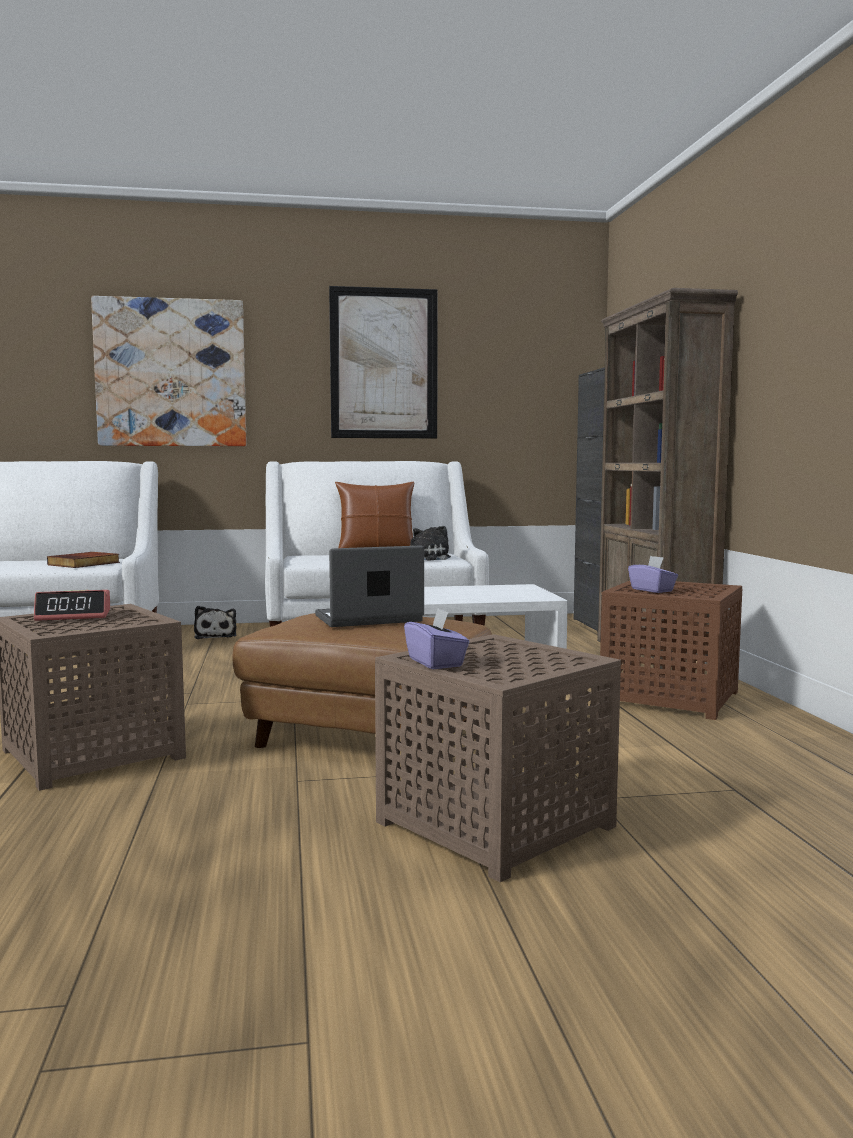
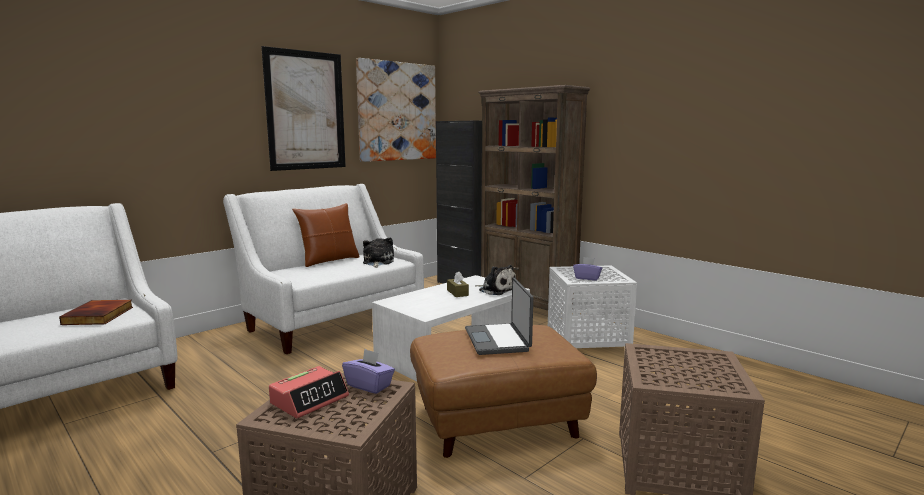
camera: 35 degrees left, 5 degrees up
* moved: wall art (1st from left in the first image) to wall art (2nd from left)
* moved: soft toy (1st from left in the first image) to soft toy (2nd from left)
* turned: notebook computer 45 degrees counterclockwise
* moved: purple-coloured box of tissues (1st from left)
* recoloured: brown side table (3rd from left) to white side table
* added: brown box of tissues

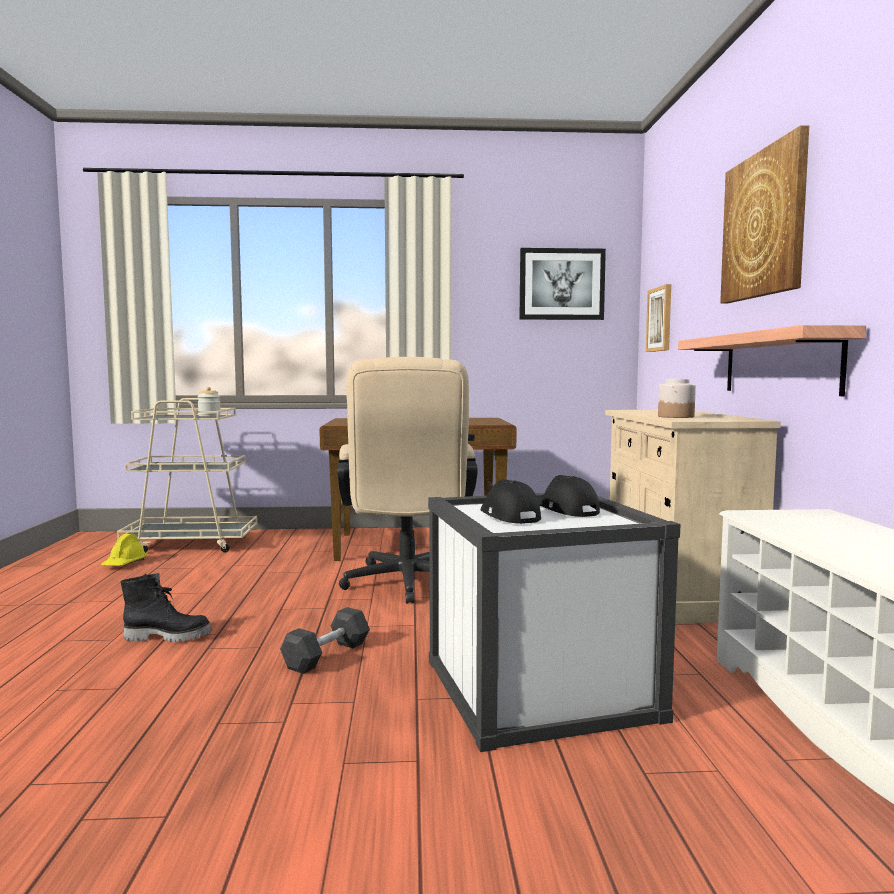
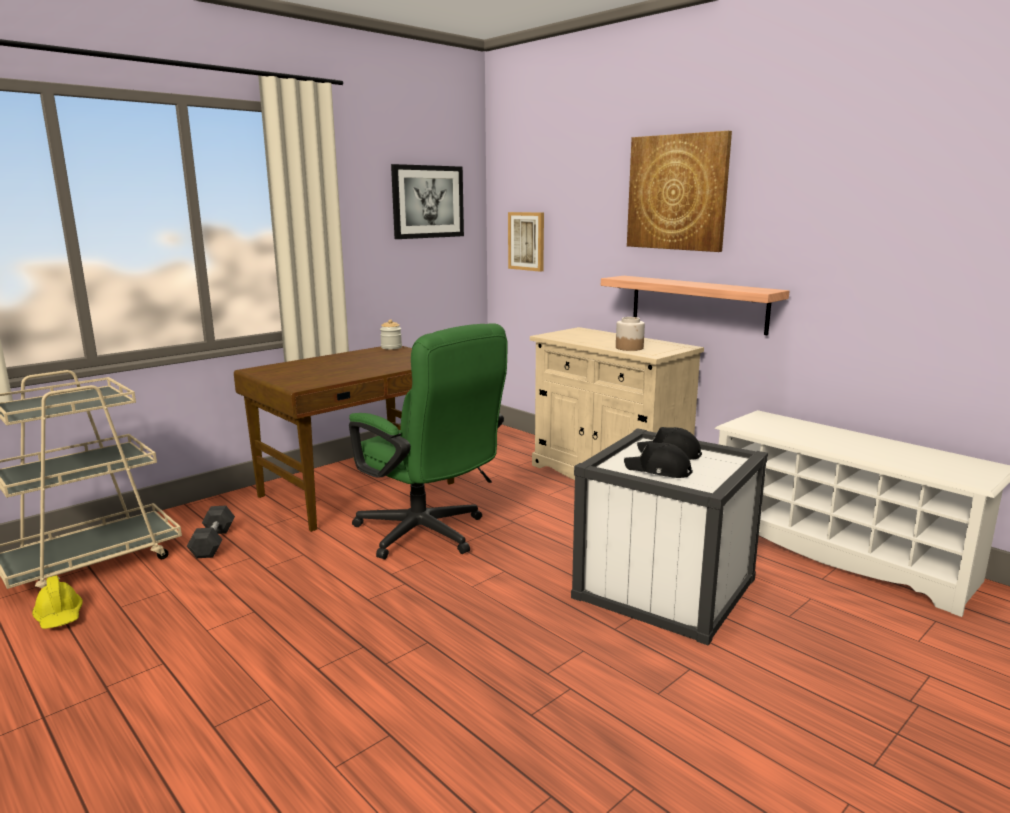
camera: 40 degrees left, 10 degrees up
* removed: black boot
* moved: preserve jar (1st from left)
* moved: black free weight
* recoloured: beige-coloured desk chair to green-coloured desk chair

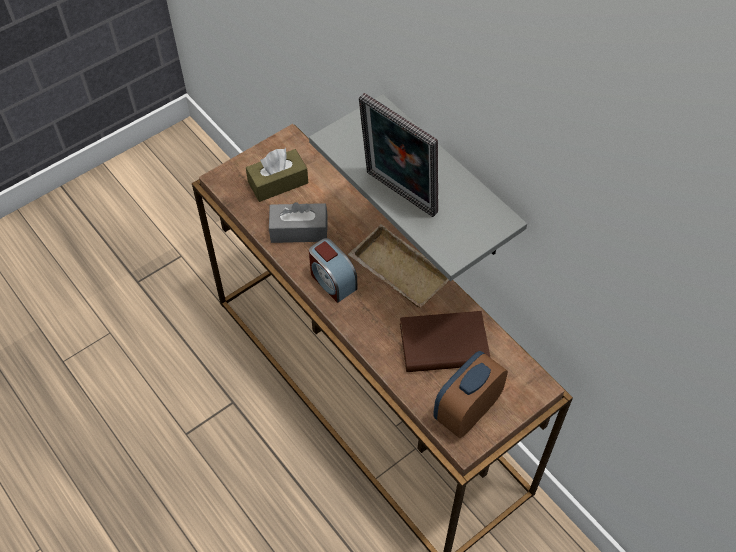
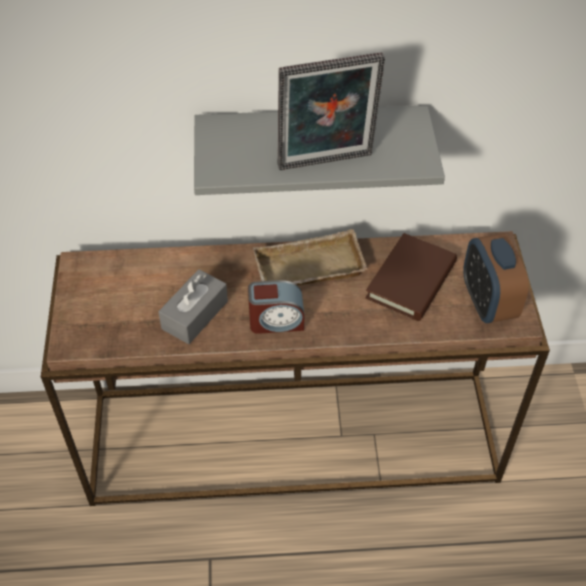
camera: 55 degrees left, 5 degrees down
* removed: brown box of tissues

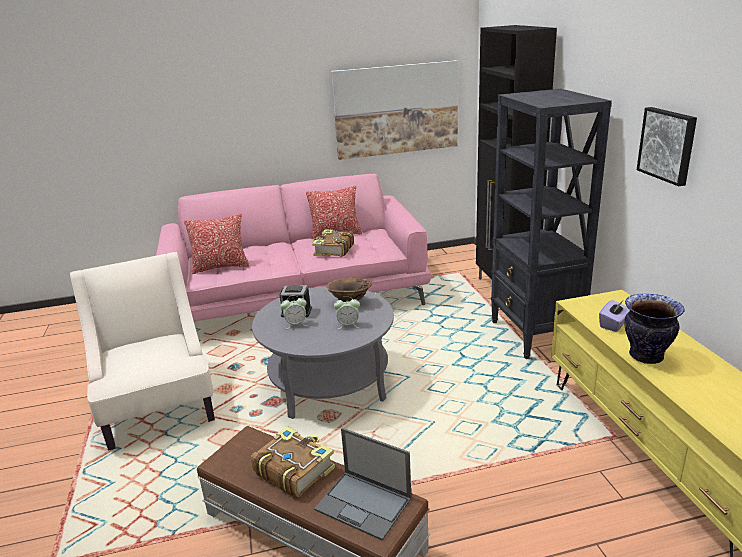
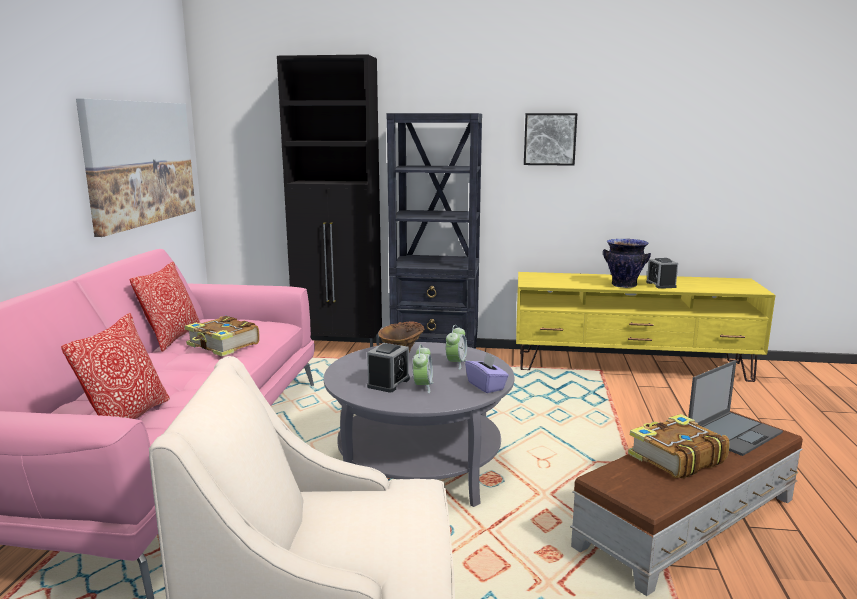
camera: 70 degrees left, 10 degrees down
* moved: purple-coloured box of tissues
* added: bedside clock (4th from left)

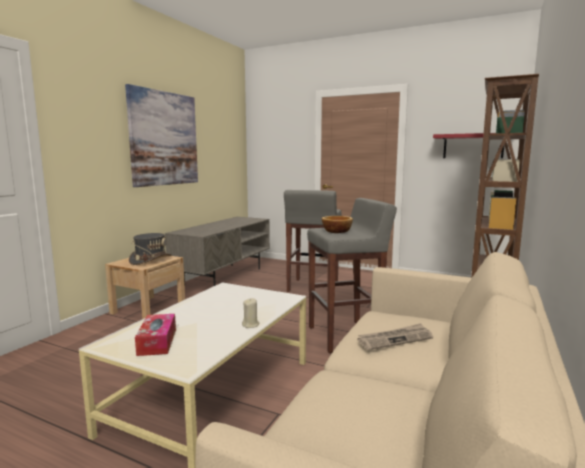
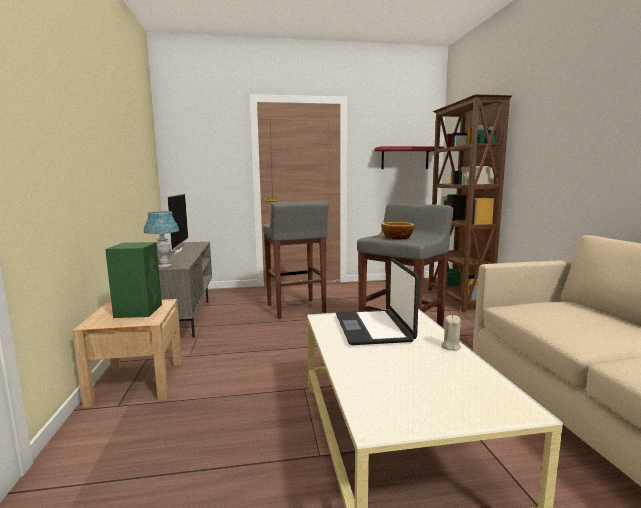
camera: 35 degrees left, 0 degrees up
* removed: wall art
* replaced: grey hat to green-coloured loudspeaker
* removed: box of tissues
* removed: daily paper
* added: blue tabletop lamp
* added: TV
* added: notebook computer

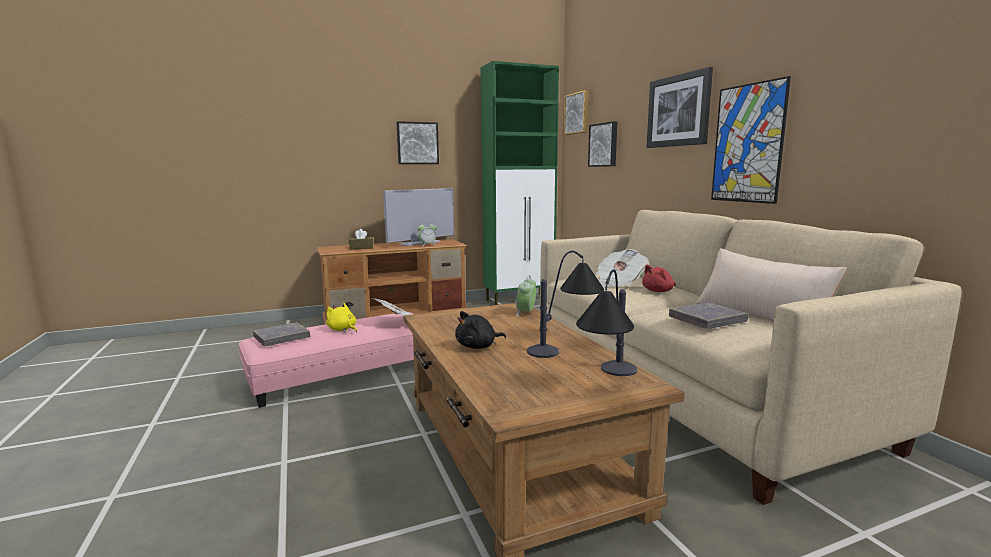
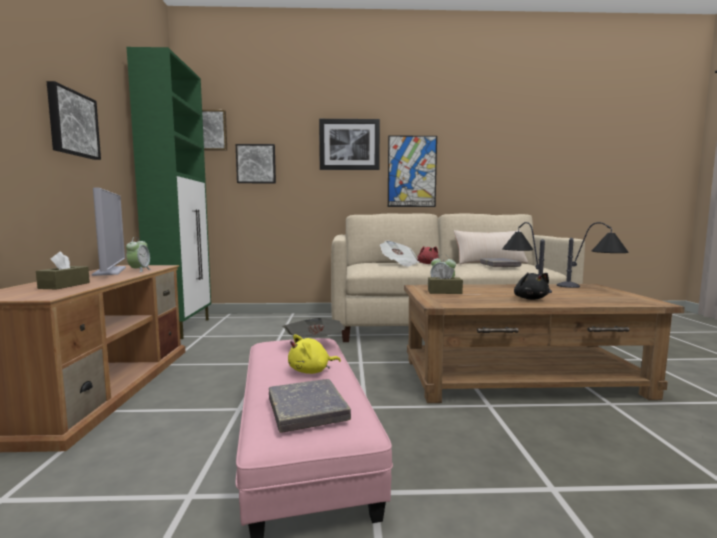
camera: 70 degrees left, 5 degrees down
* added: brown box of tissues (2nd from left)

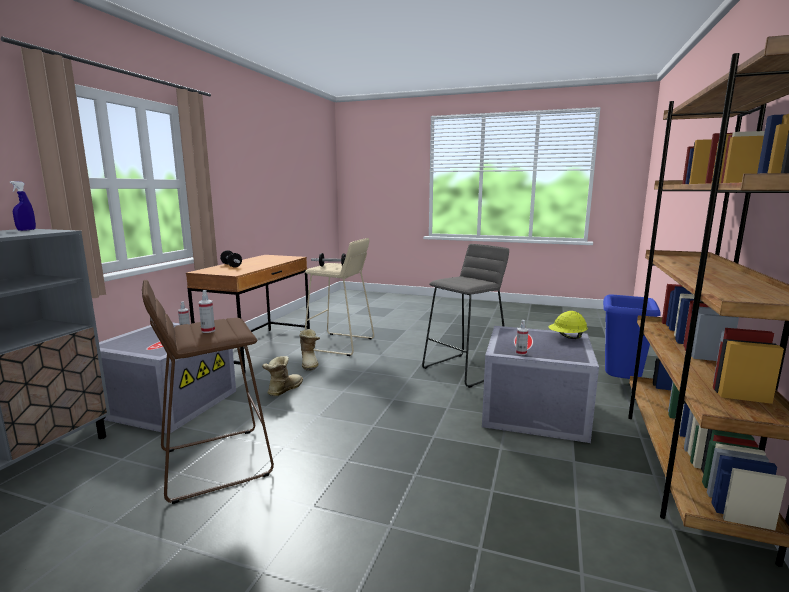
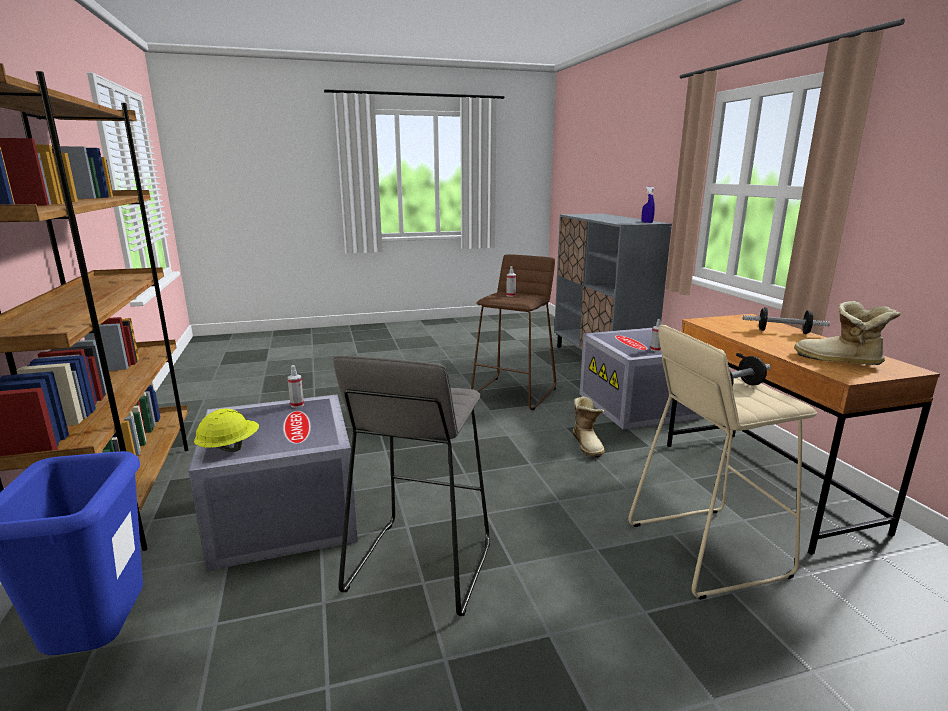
camera: 145 degrees right, 5 degrees up
* moved: boot (2nd from left)

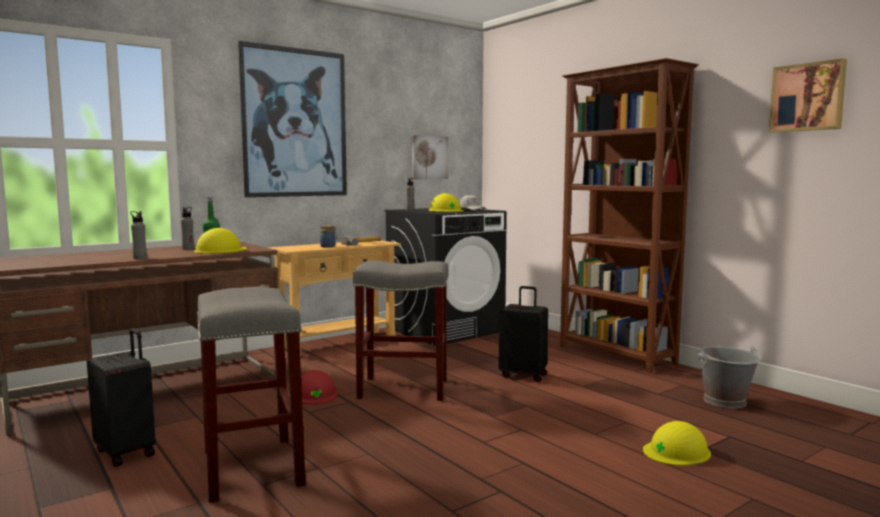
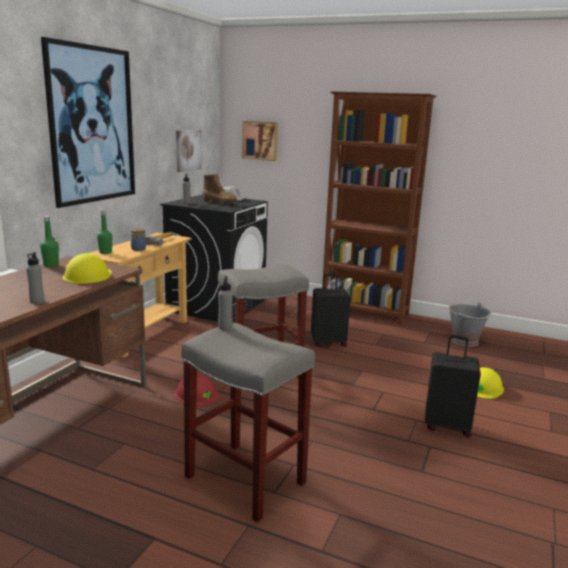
camera: 30 degrees left, 10 degrees up
* moved: black travel case (1st from left in the first image) to black travel case (2nd from left)
* moved: grey beverage bottle (2nd from left in the first image) to grey beverage bottle (3rd from left)
* replaced: yellow-coloured hard hat (2nd from left) to boot
* moved: wall art (3rd from left)
* added: green-coloured beverage bottle (2nd from left)

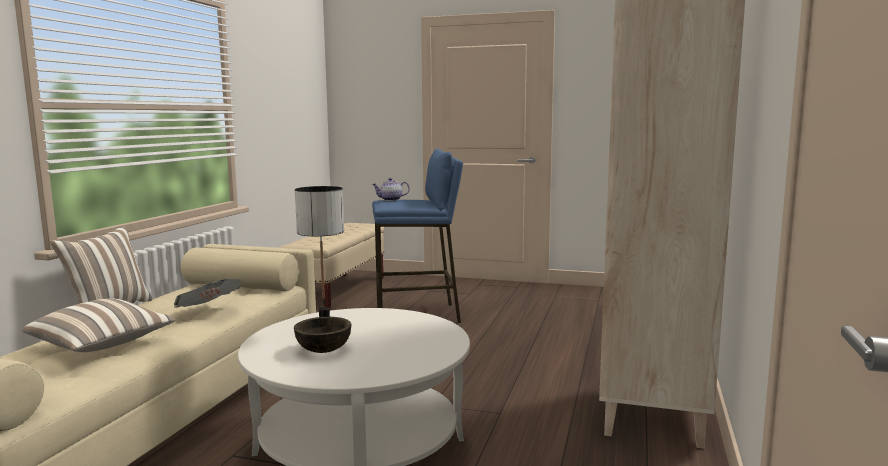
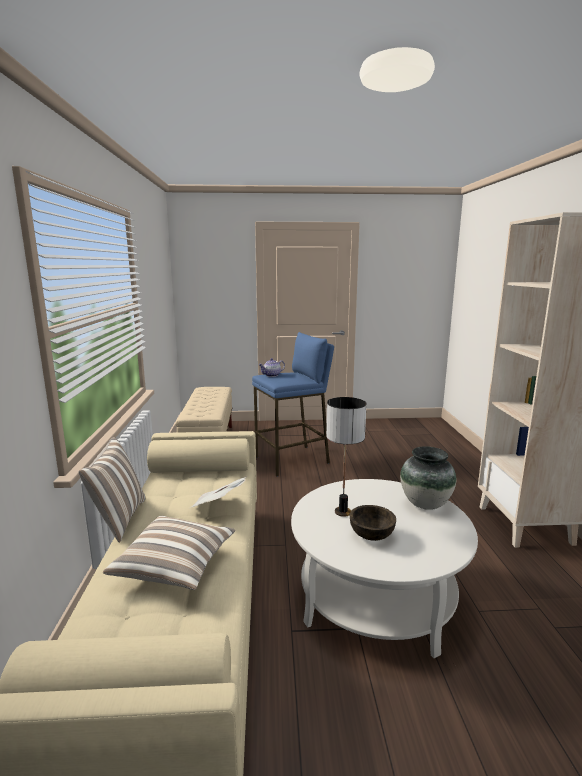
camera: 20 degrees left, 5 degrees up
* added: decorative vase

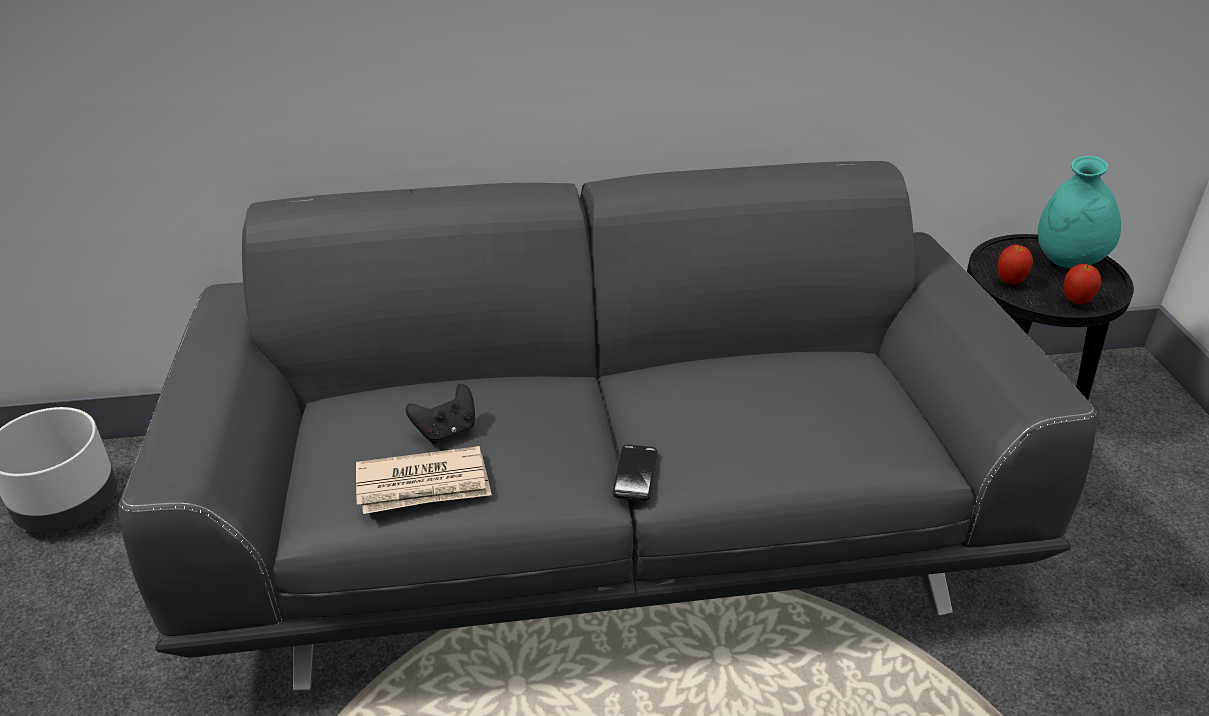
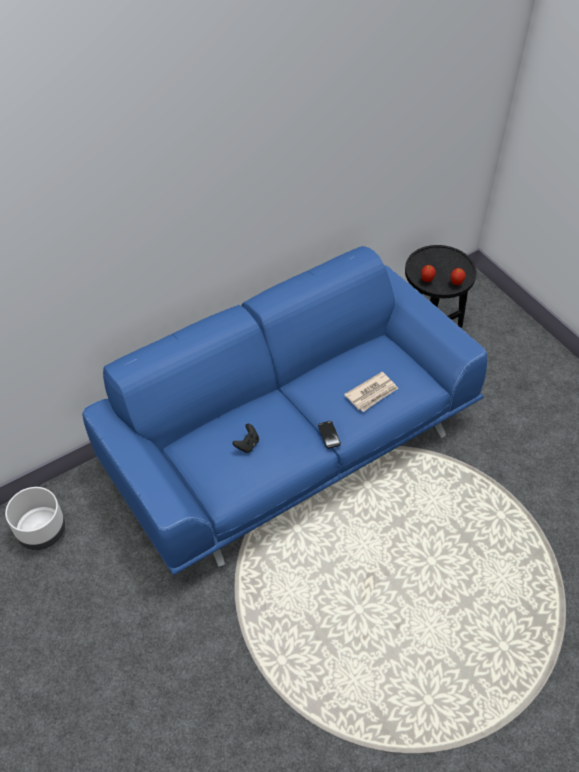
camera: 25 degrees left, 15 degrees up
* recoloured: grey sofa to blue sofa
* moved: daily paper
* removed: turquoise decorative vase

